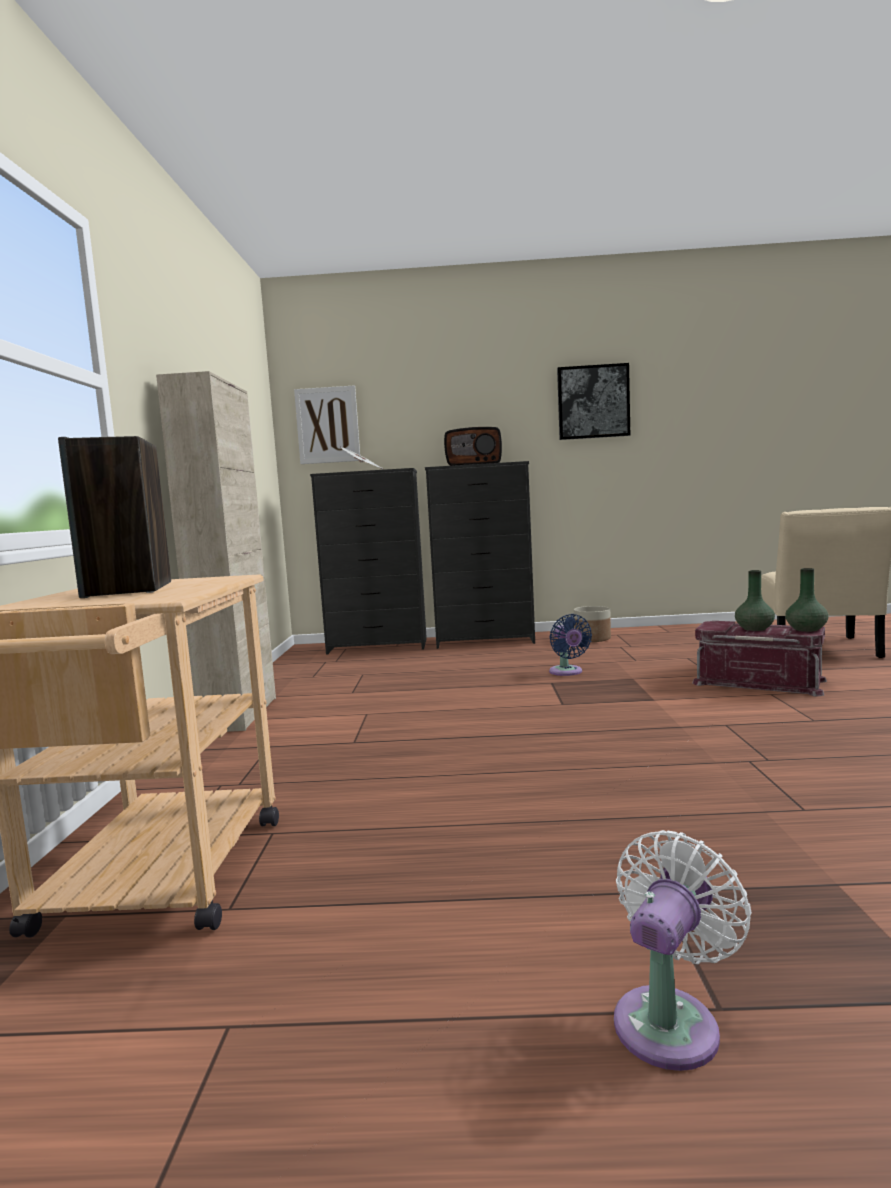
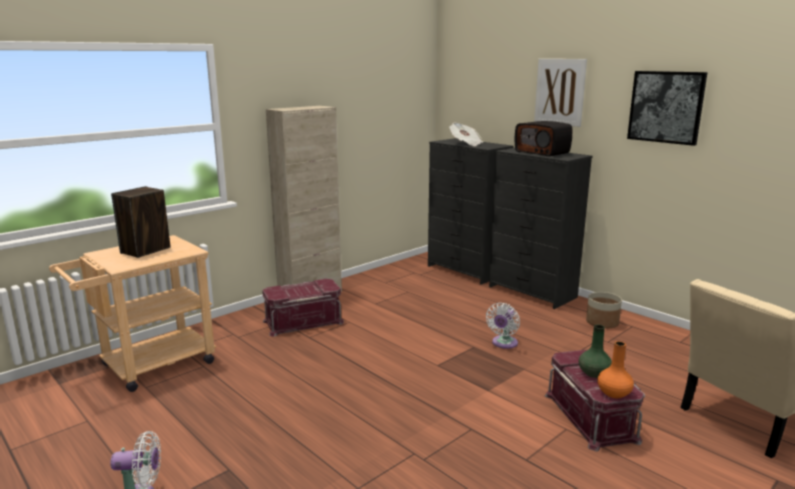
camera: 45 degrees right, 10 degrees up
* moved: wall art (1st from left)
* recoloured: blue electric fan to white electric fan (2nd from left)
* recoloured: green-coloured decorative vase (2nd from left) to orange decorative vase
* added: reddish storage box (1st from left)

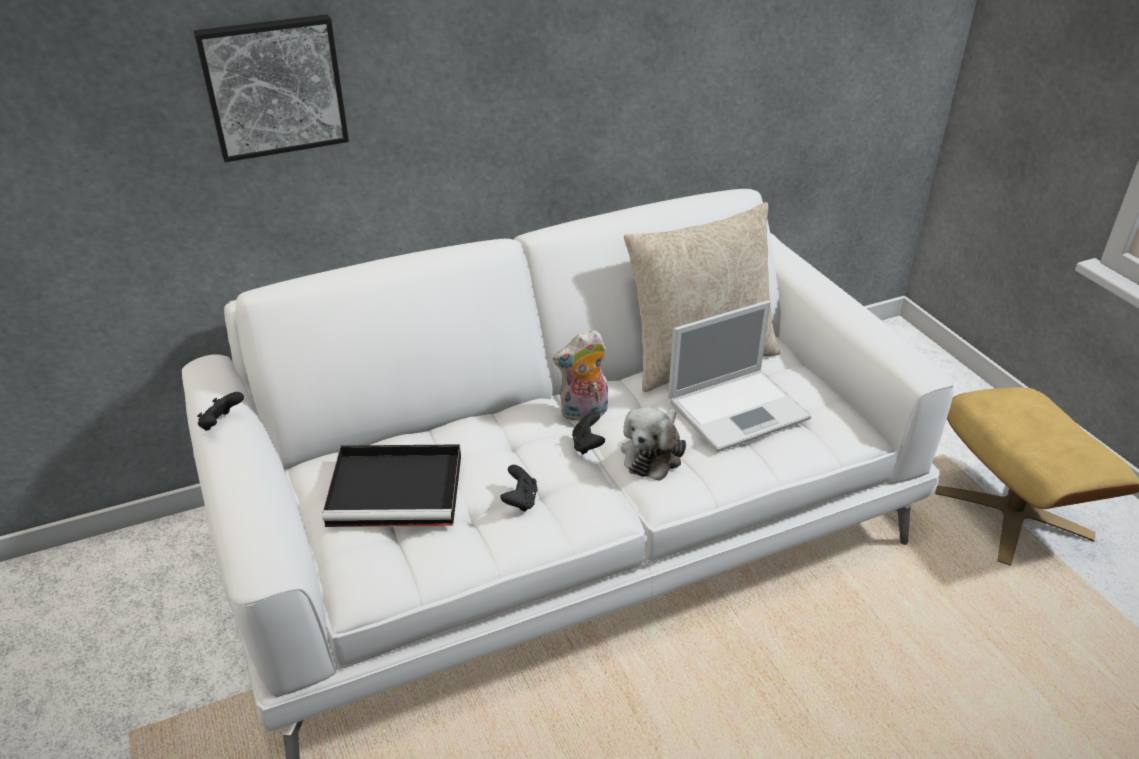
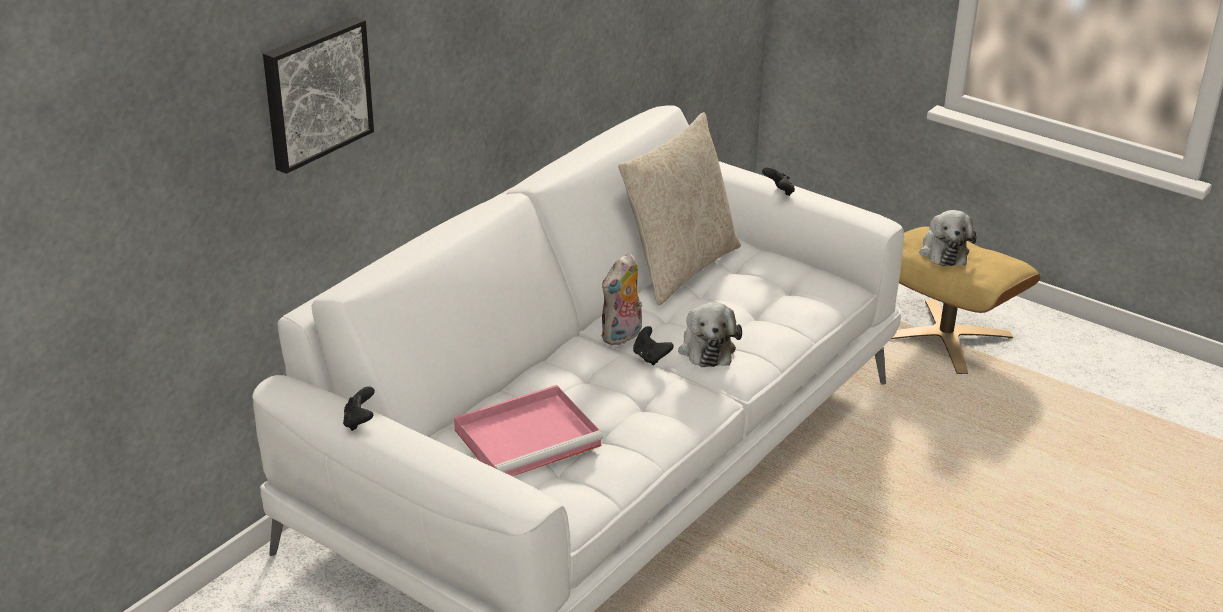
camera: 30 degrees left, 5 degrees down
* recoloured: black tray to pink-coloured tray
* moved: black joypad (2nd from left in the first image) to black joypad (3rd from left)
* removed: notebook computer
* added: soft toy (3rd from left)

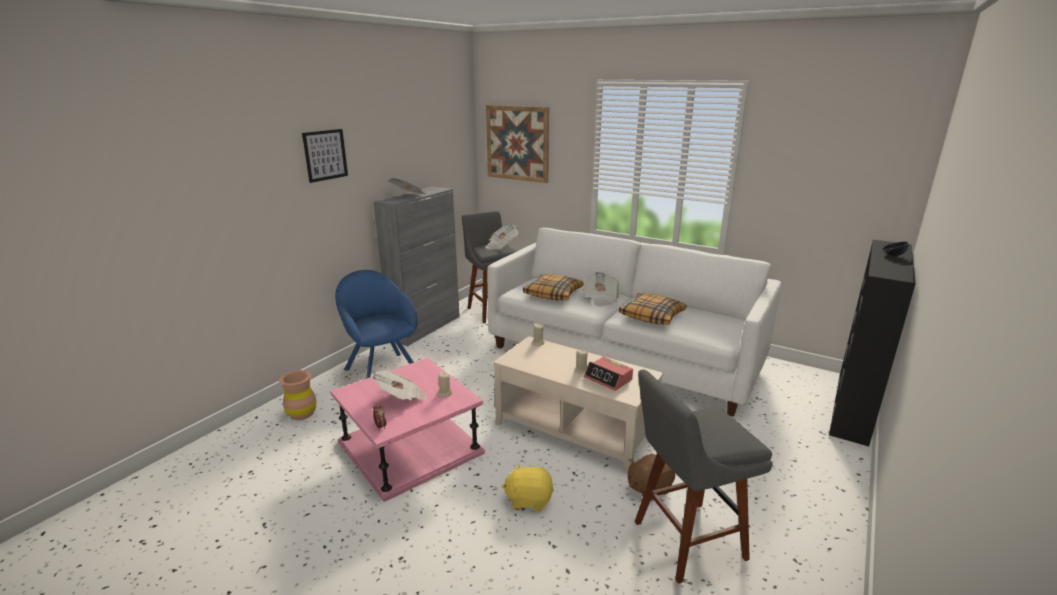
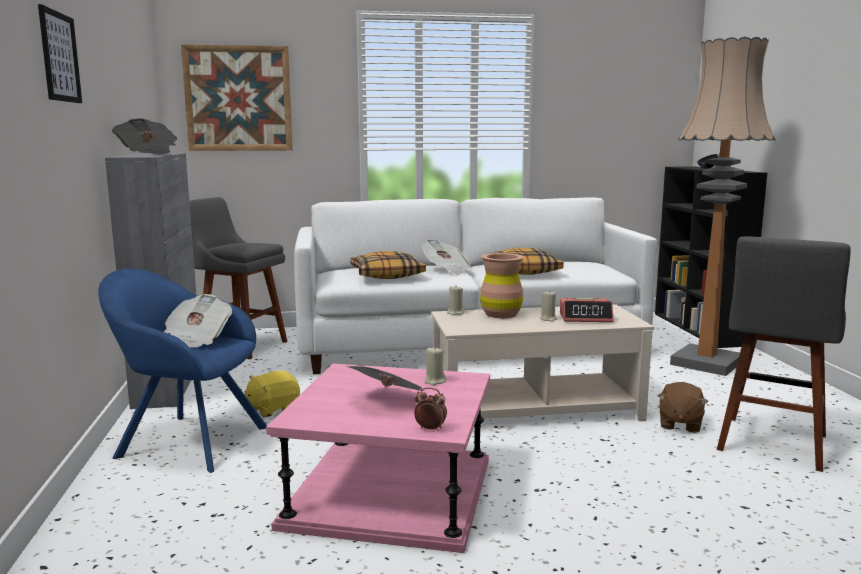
camera: 40 degrees left, 10 degrees down
* moved: brown decorative vase
* moved: daily paper (3rd from left in the first image) to daily paper (2nd from left)
* moved: yellow-coloured soft toy
* added: floor lamp

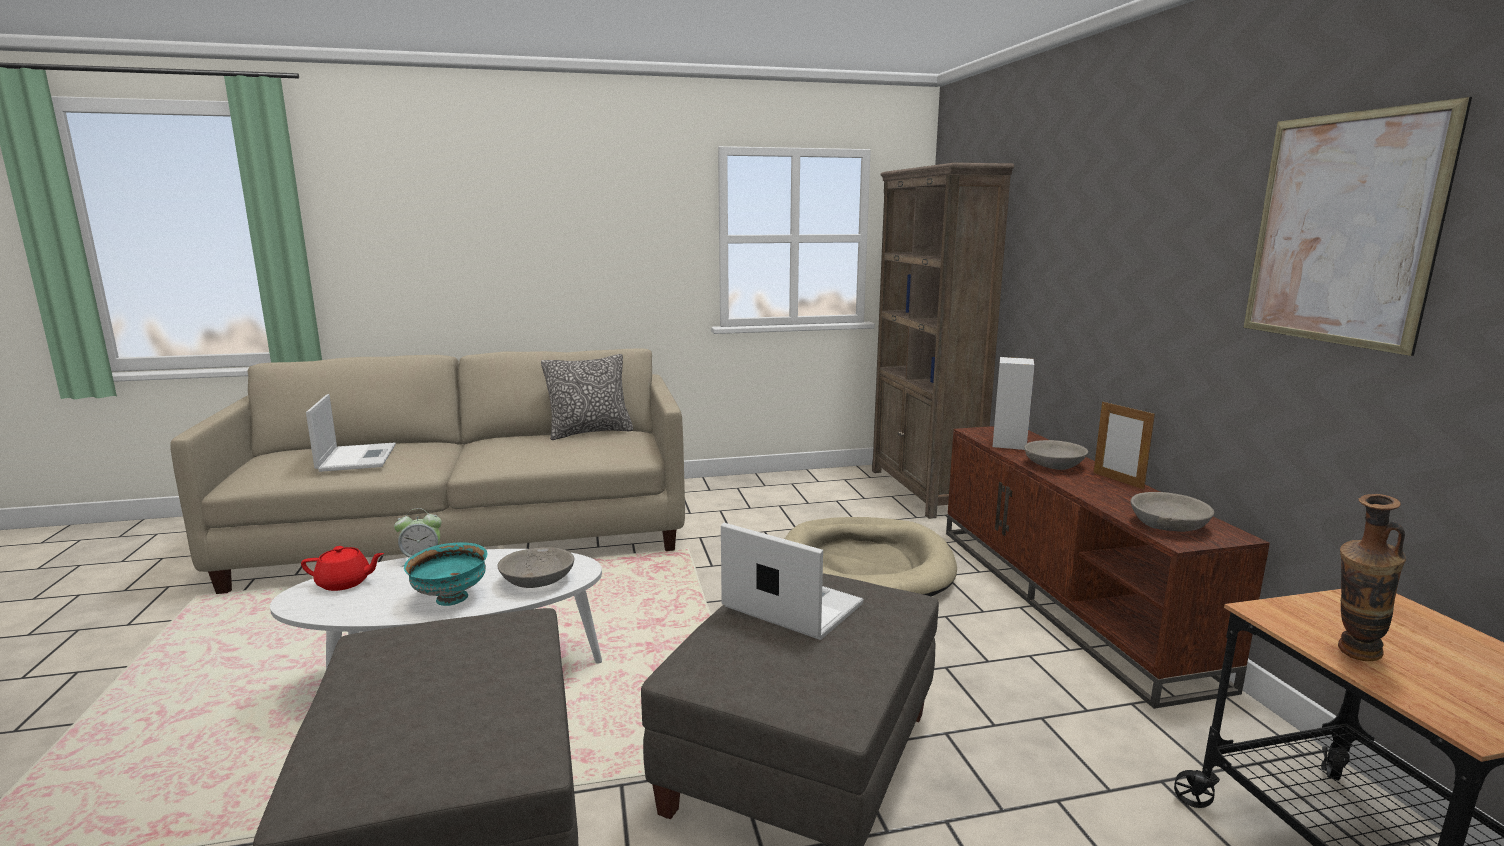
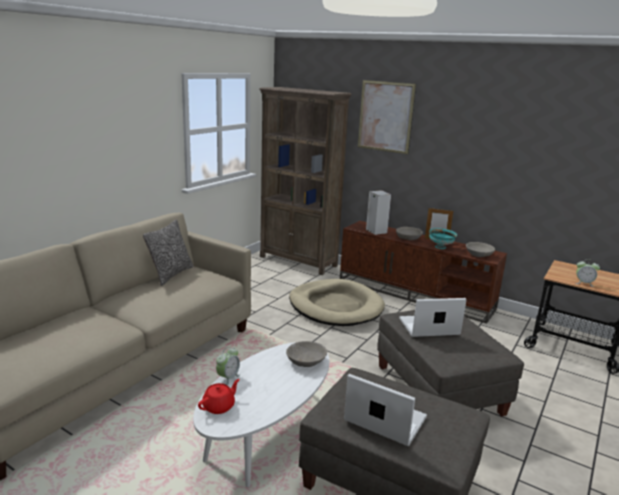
camera: 45 degrees left, 5 degrees up
* moved: notebook computer (1st from left)
* moved: turquoise deep dish
* moved: wall art
* replaced: decorative vase to bedside clock (2nd from left)

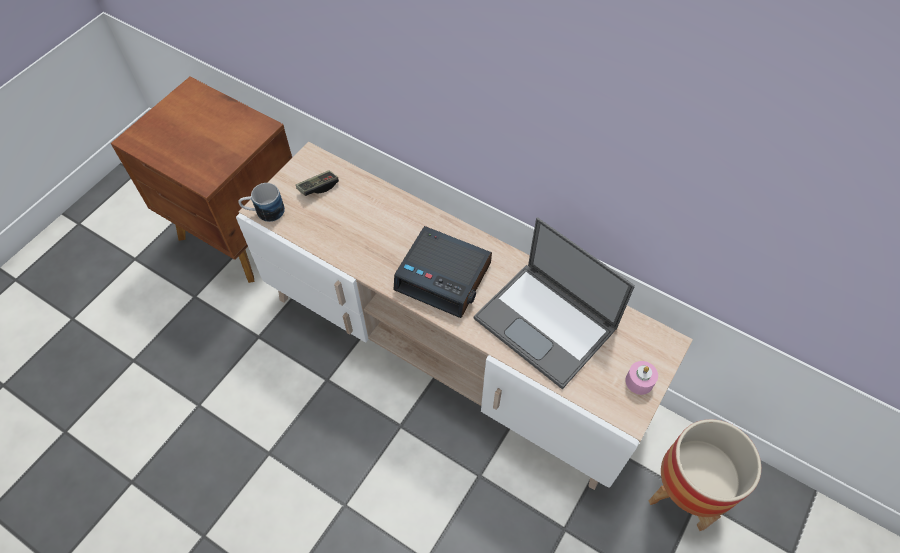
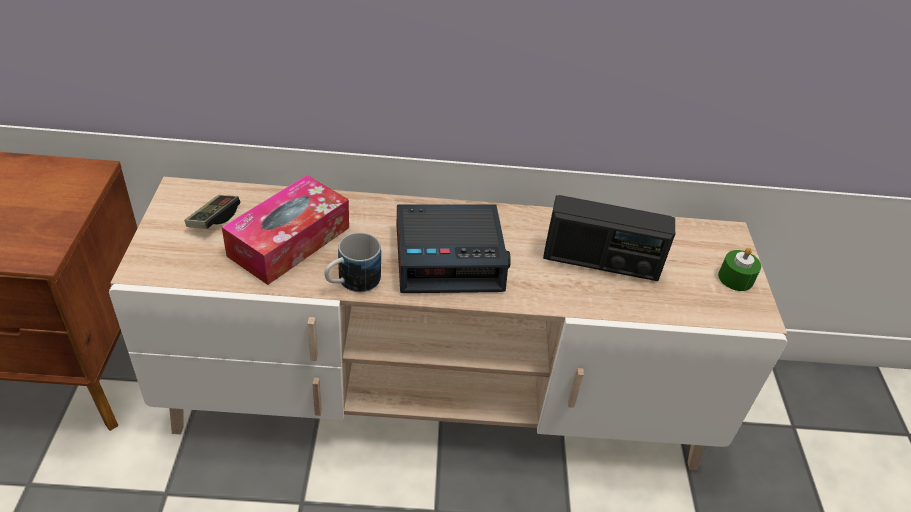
camera: 35 degrees left, 15 degrees down
* moved: coffee mug
* replaced: notebook computer to radio receiver
* recoloured: pink-coloured wax light to green-coloured wax light
* removed: flower pot
* added: box of tissues

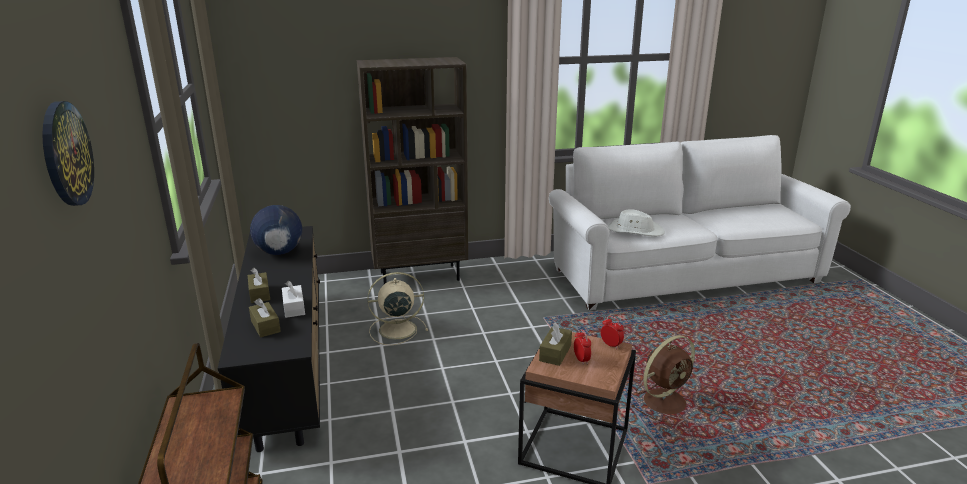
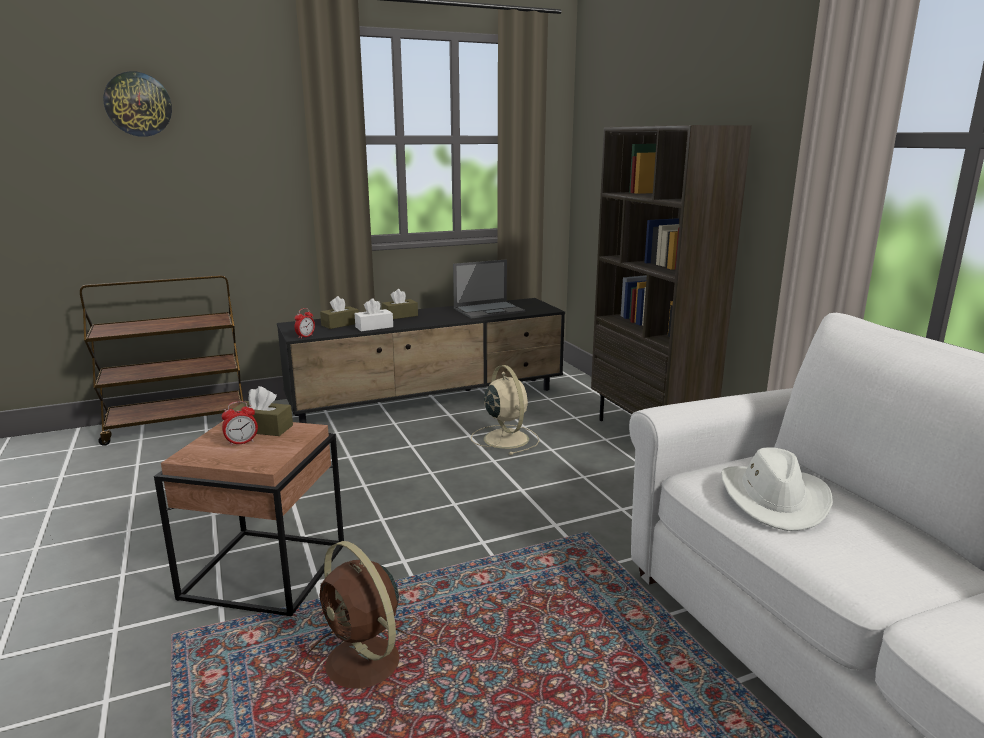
camera: 80 degrees right, 5 degrees down
* replaced: desk globe to notebook computer
* moved: bedside clock (2nd from left)

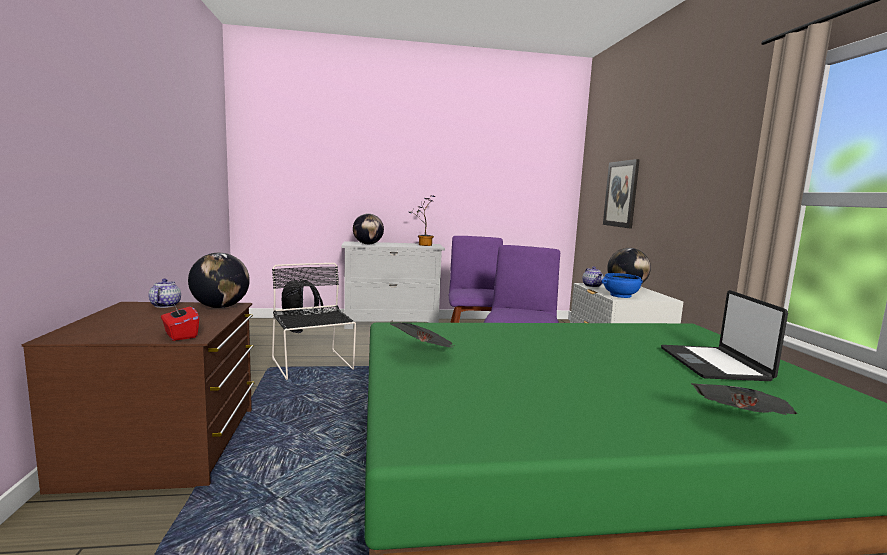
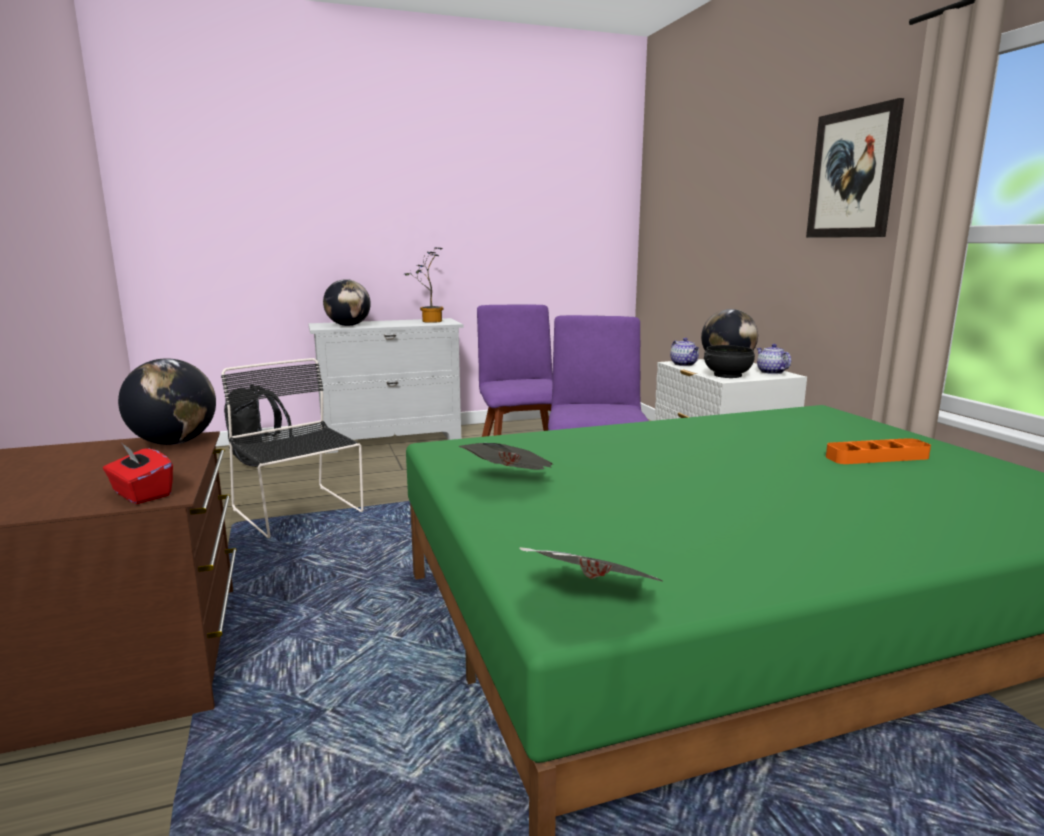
camera: 10 degrees left, 5 degrees up
* moved: tea pot (1st from left in the first image) to tea pot (2nd from left)
* recoloured: blue deep dish to black deep dish
* moved: wall art
* replaced: notebook computer to orange tray
* moved: daily paper (2nd from left)

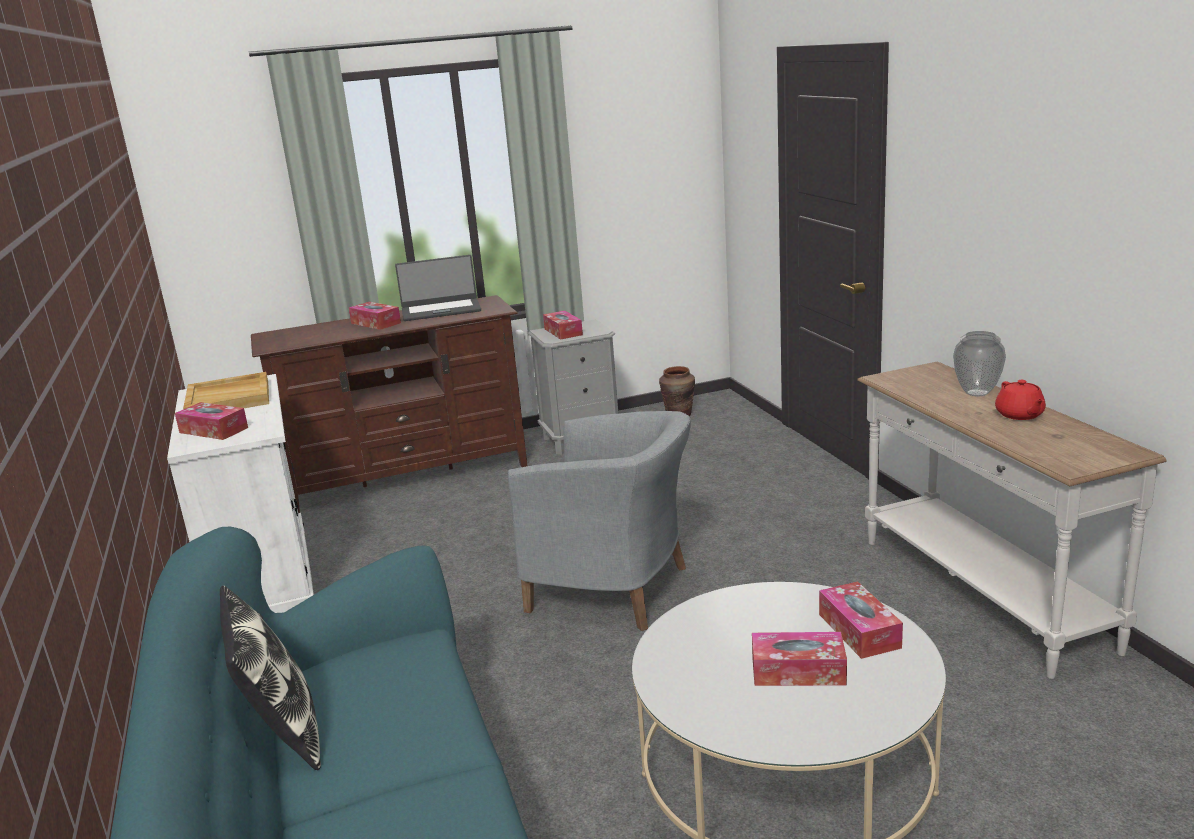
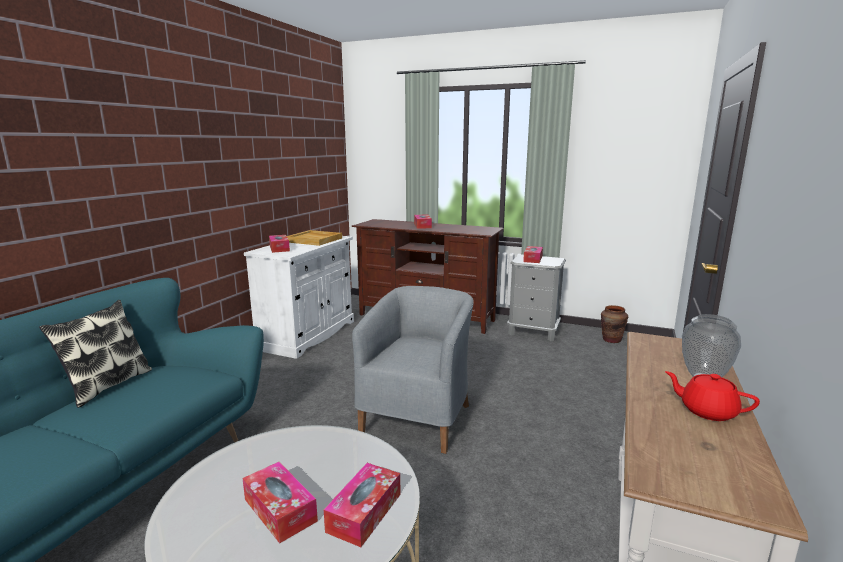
camera: 40 degrees right, 5 degrees down
* removed: notebook computer
* turned: grey easy chair 135 degrees counterclockwise
* turned: reddish tea pot 90 degrees clockwise

